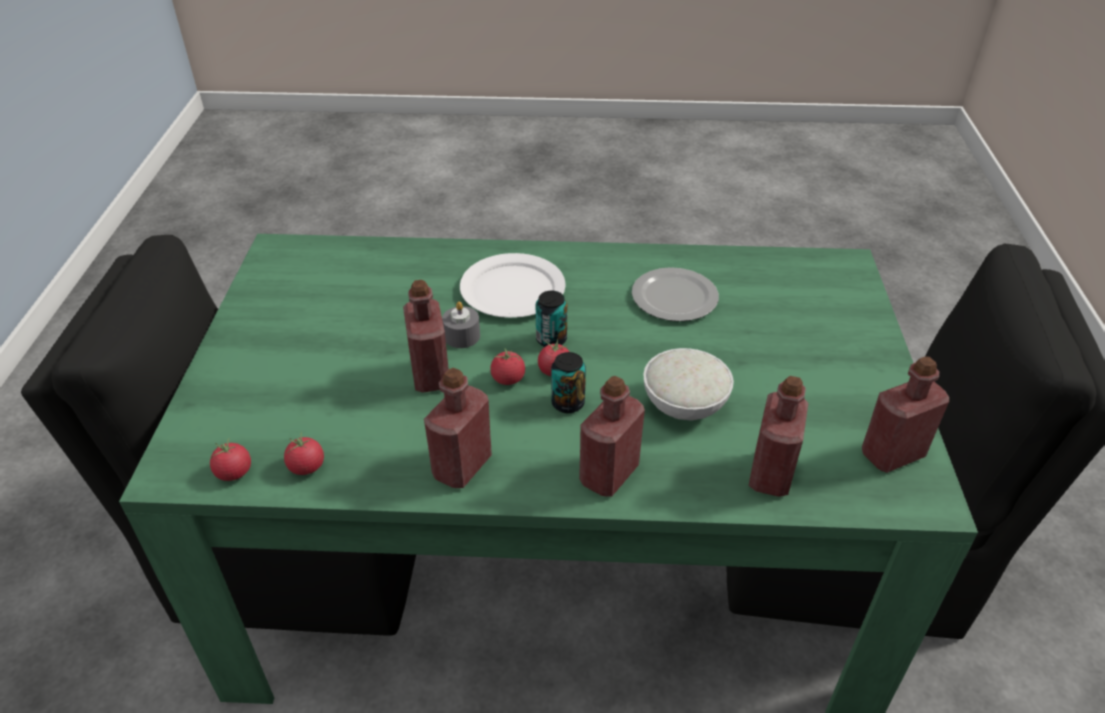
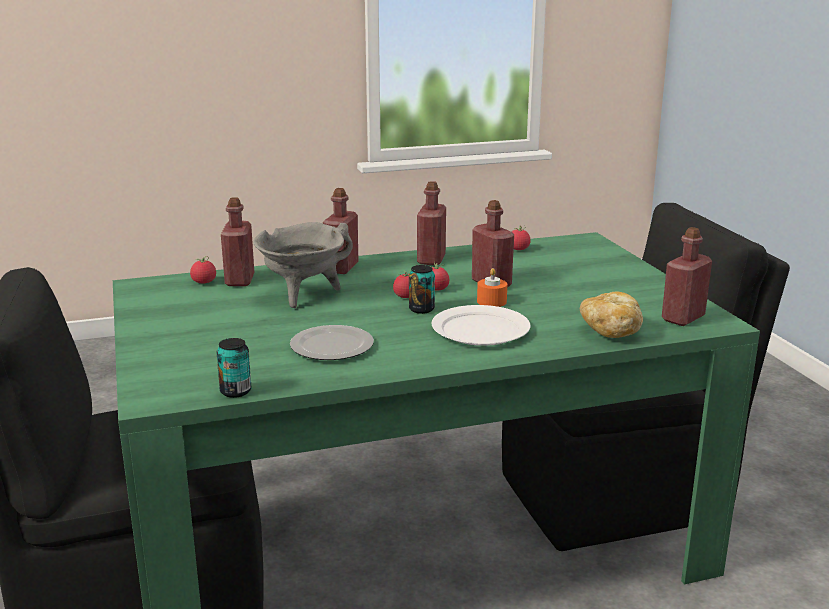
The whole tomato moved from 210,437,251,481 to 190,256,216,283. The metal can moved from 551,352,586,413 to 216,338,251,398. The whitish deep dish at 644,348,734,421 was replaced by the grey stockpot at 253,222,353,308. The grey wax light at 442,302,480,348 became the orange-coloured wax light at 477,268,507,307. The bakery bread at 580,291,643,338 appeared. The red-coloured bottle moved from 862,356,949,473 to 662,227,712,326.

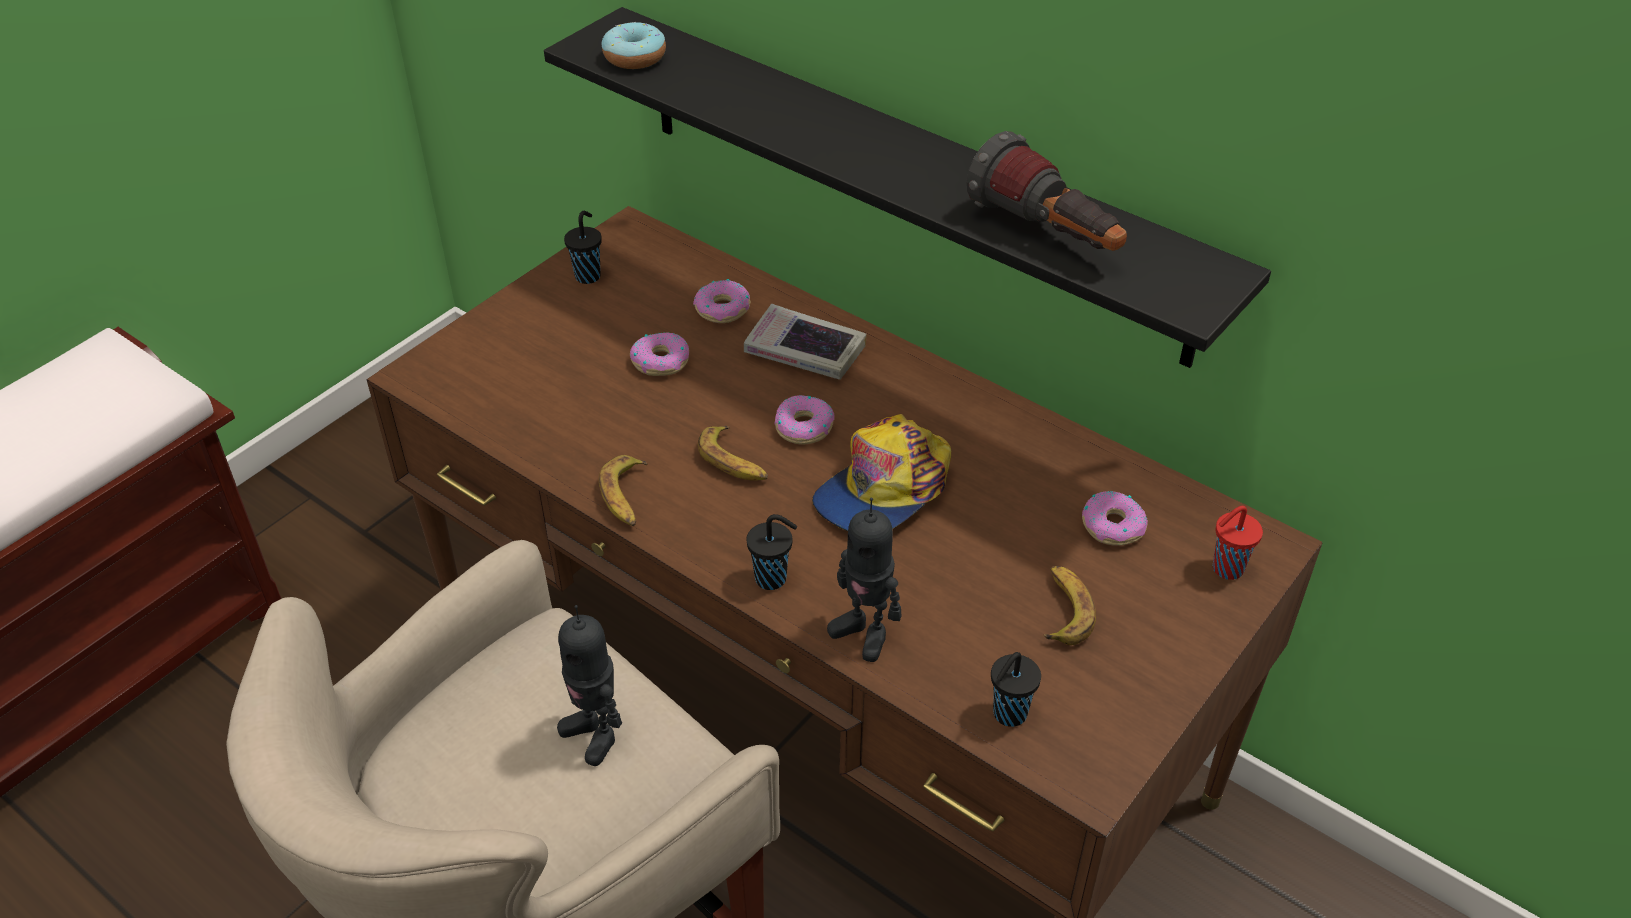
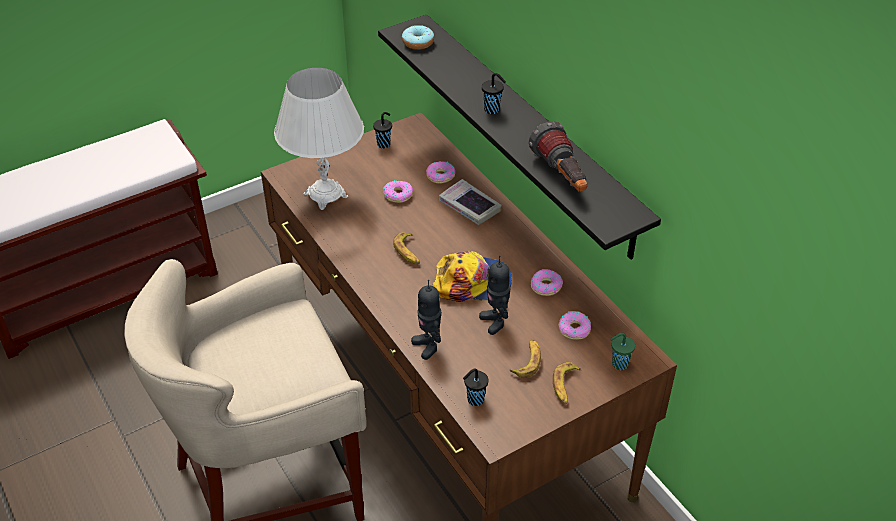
The whitish table lamp at 274,68,364,210 appeared. The cap at 812,414,951,531 turned 150 degrees counterclockwise. The robot figure moved from 557,605,622,766 to 479,256,510,335. The blackish small cup moved from 746,514,797,590 to 482,73,506,114. The doughnut moved from 774,395,835,444 to 531,269,563,296. The banana fruit moved from 599,455,648,526 to 553,362,582,405. The red-coloured small cup at 1213,506,1263,580 became the greenish small cup at 610,333,635,370.

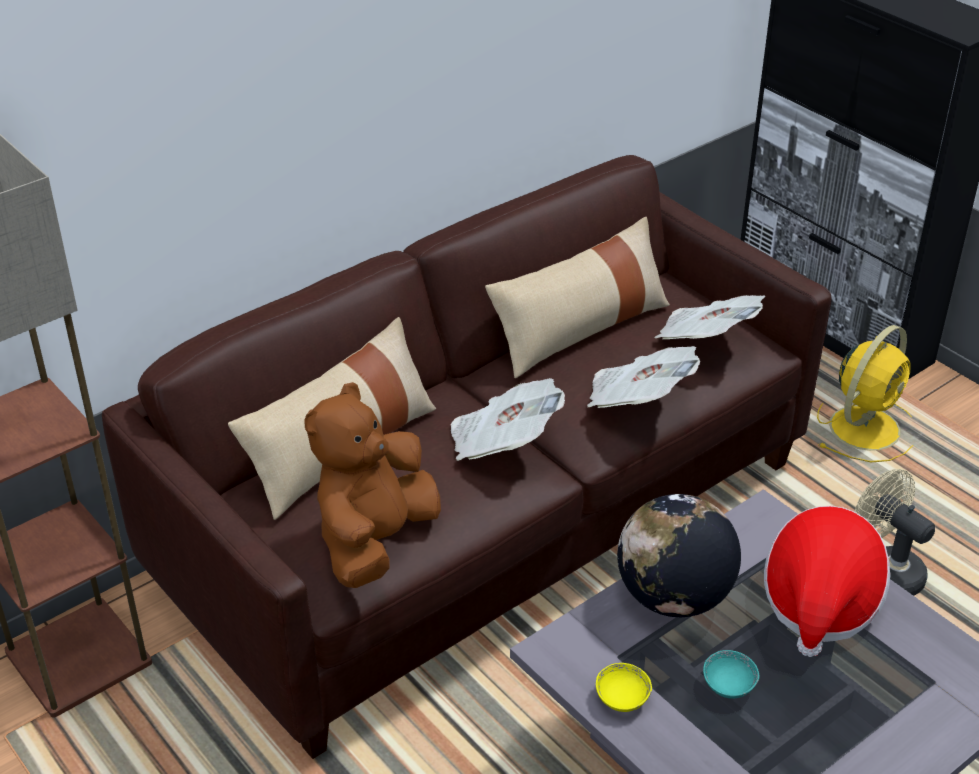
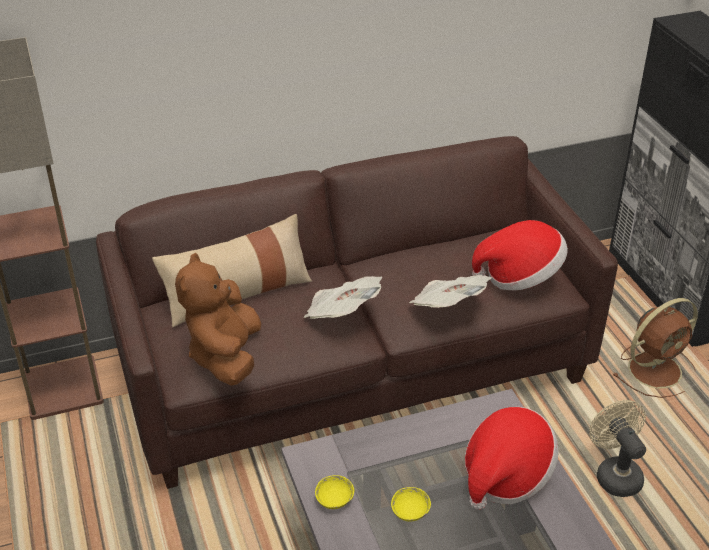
The brownish cuddly toy at 304,382,441,588 turned 45 degrees counterclockwise. The turquoise deep dish at 703,650,759,699 became the yellow-coloured deep dish at 391,487,431,522. The daily paper at 655,295,766,339 was replaced by the clothing hat at 472,220,568,291. The yellow-coloured cooling fan at 817,325,913,462 became the brownish cooling fan at 614,298,698,398. The beige cushion at 485,217,670,378 disappeared. The globe at 617,494,741,617 disappeared.

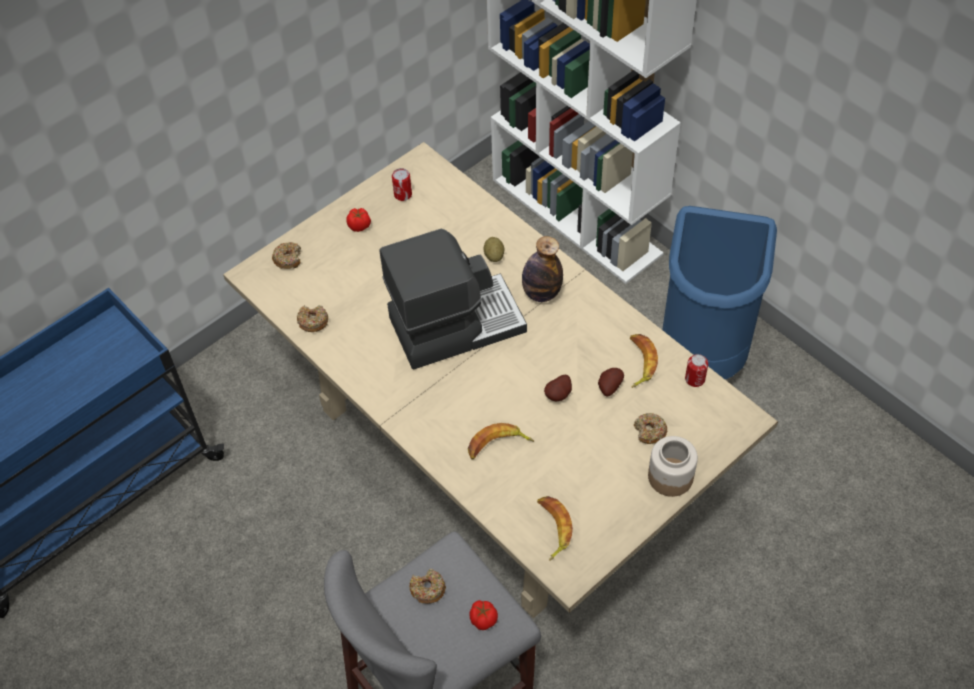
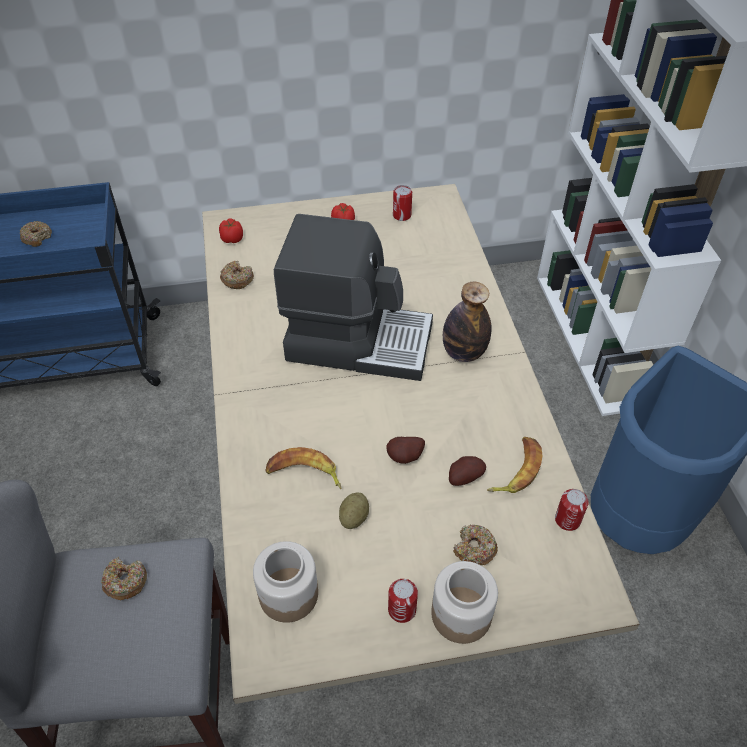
The doughnut moved from 272,242,301,269 to 20,221,52,247. The whole tomato moved from 469,600,498,630 to 219,218,243,243. The banana fruit at 537,496,573,561 was replaced by the storage jar at 253,541,318,623. The spud moved from 483,237,504,262 to 339,493,369,529. The metal can at 388,579,418,623 appeared.

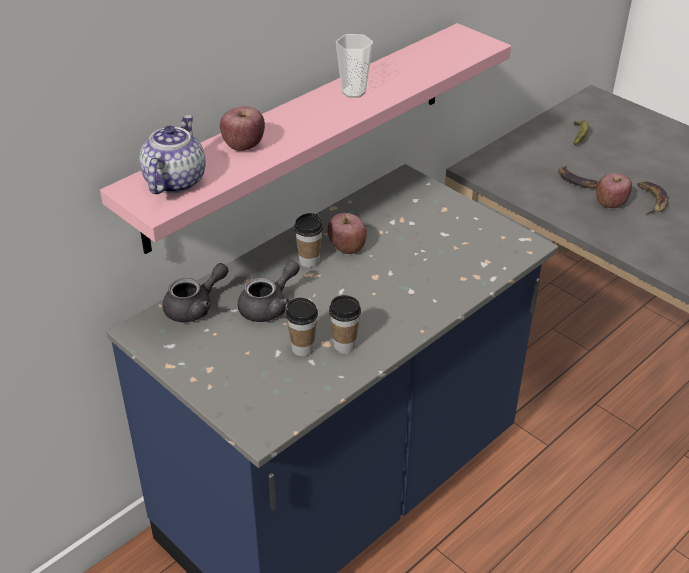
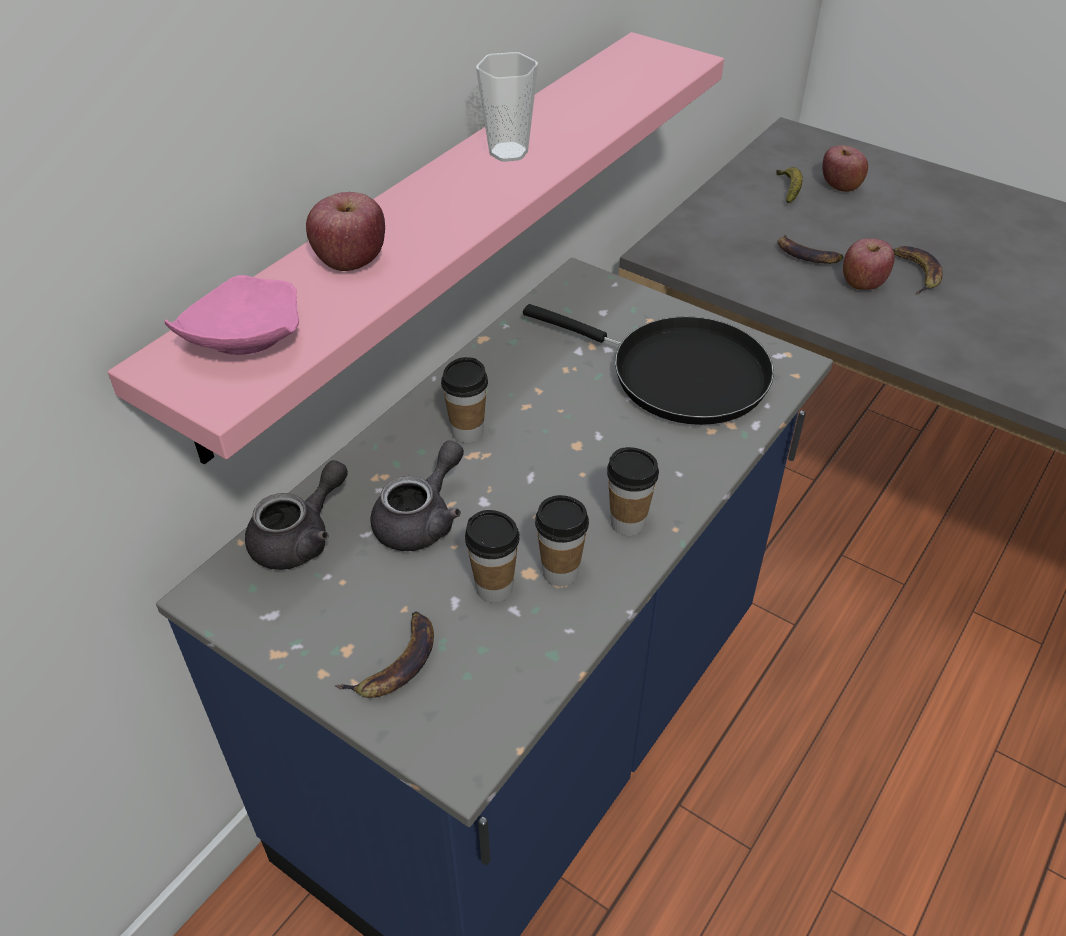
The pot for tea at 139,115,206,194 was replaced by the pink-coloured flat dish at 164,275,299,355. The banana fruit at 334,611,434,698 appeared. The blackish skillet at 523,304,774,425 appeared. The small cup at 607,447,659,536 appeared. The apple fruit moved from 328,213,367,254 to 822,145,868,192.

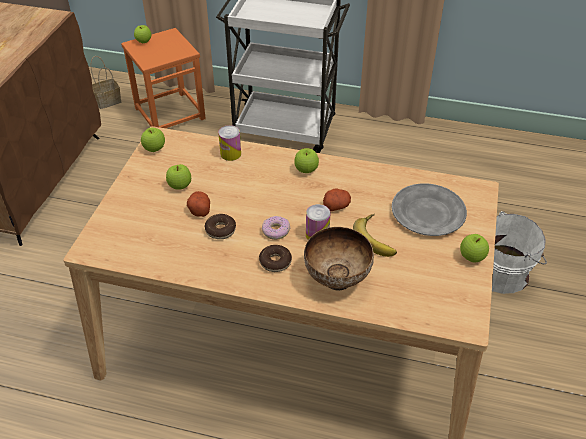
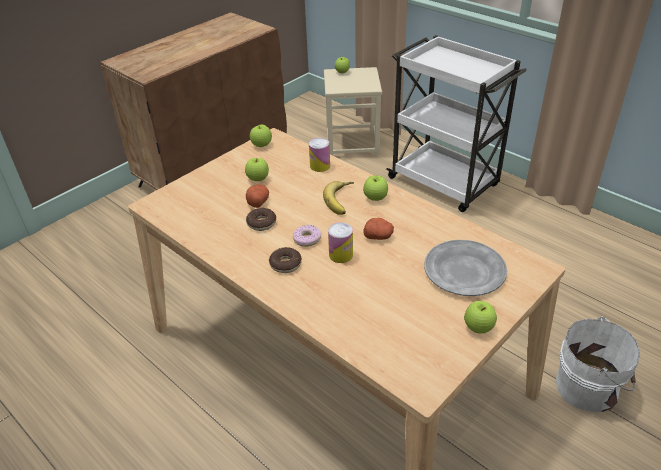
The banana fruit moved from 353,214,397,257 to 323,181,354,215. The orange-coloured stool at 121,28,206,128 became the beige stool at 324,67,382,156. The basket at 90,56,121,109 disappeared. The deep dish at 304,227,374,290 disappeared.

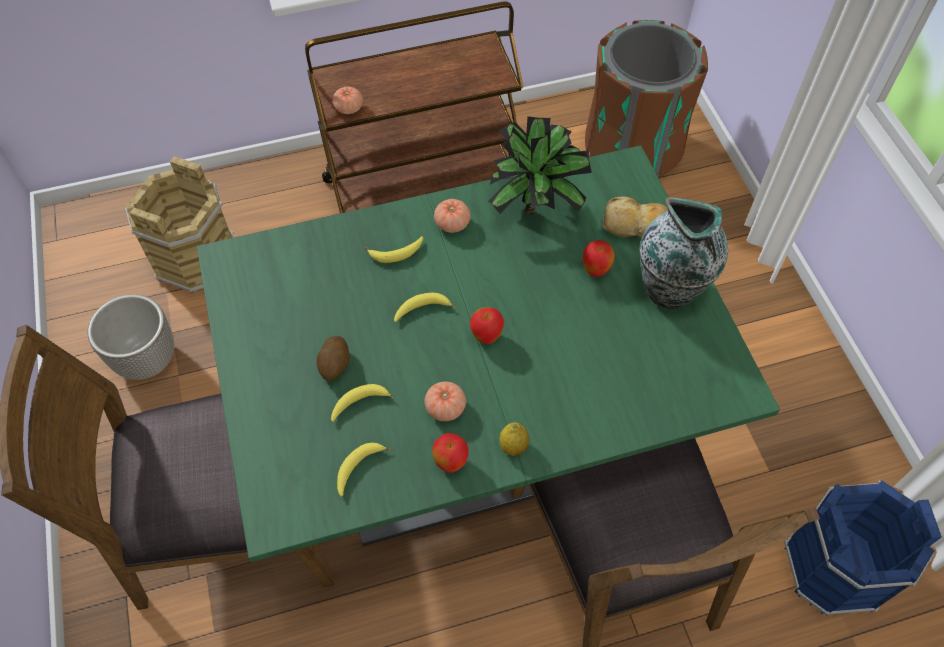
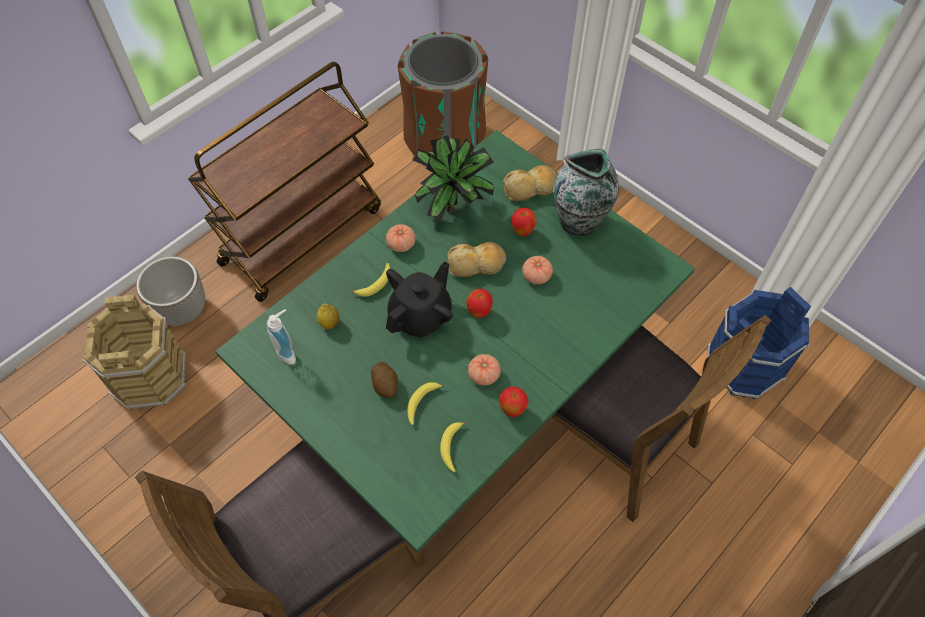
The planter moved from 88,294,174,380 to 136,256,205,326. The liquid soap bottle at 266,309,296,365 appeared. The lemon moved from 500,422,529,456 to 317,303,340,329. The banana fruit at 394,293,454,322 was replaced by the blackish pot for tea at 386,261,453,337. The bakery bread at 447,242,506,277 appeared. The whole tomato moved from 333,86,363,114 to 522,256,553,284.

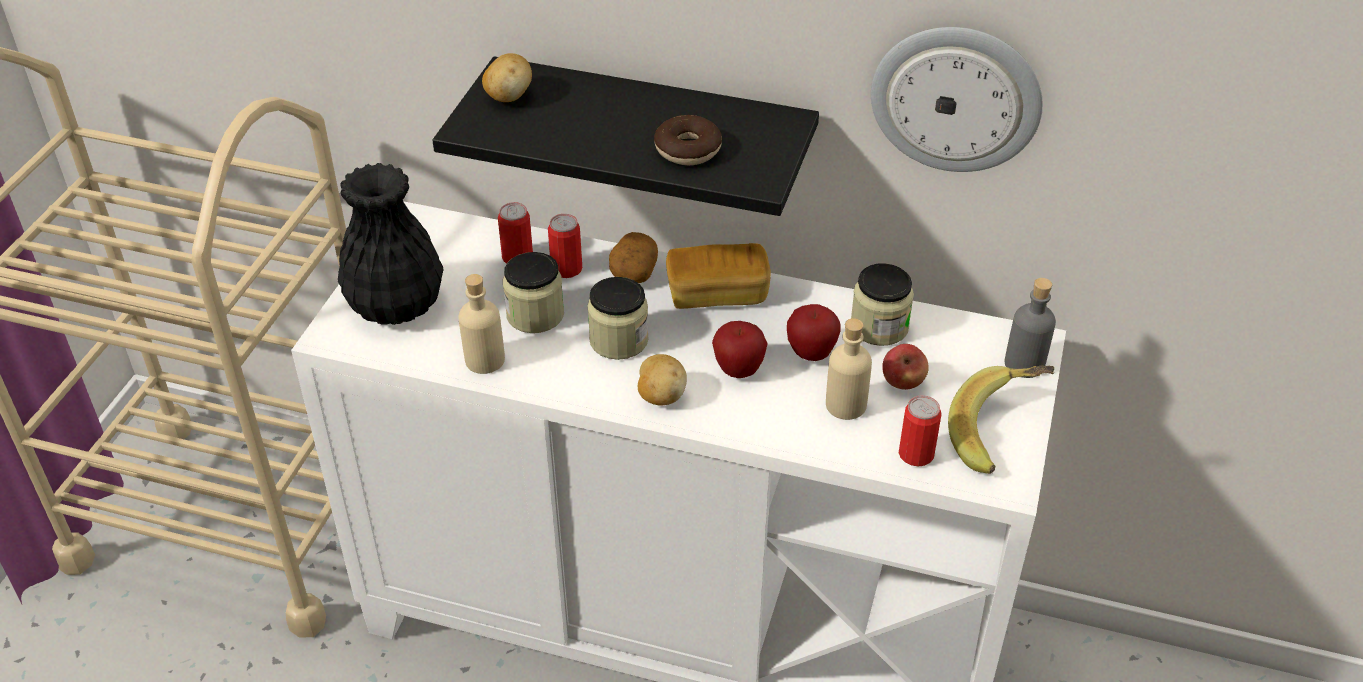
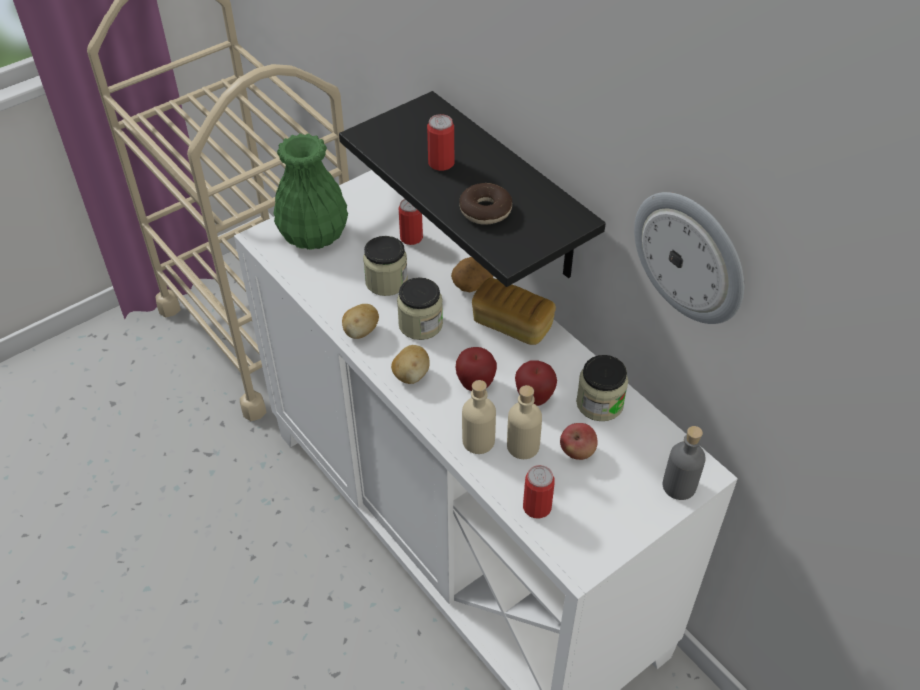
The blackish vase at 338,163,444,325 became the greenish vase at 274,133,348,250. The spud moved from 482,53,532,102 to 342,304,379,339. The metal can moved from 548,214,582,278 to 427,114,454,171. The beige bottle moved from 458,274,505,374 to 462,380,496,454. The banana fruit at 948,366,1054,474 disappeared.

